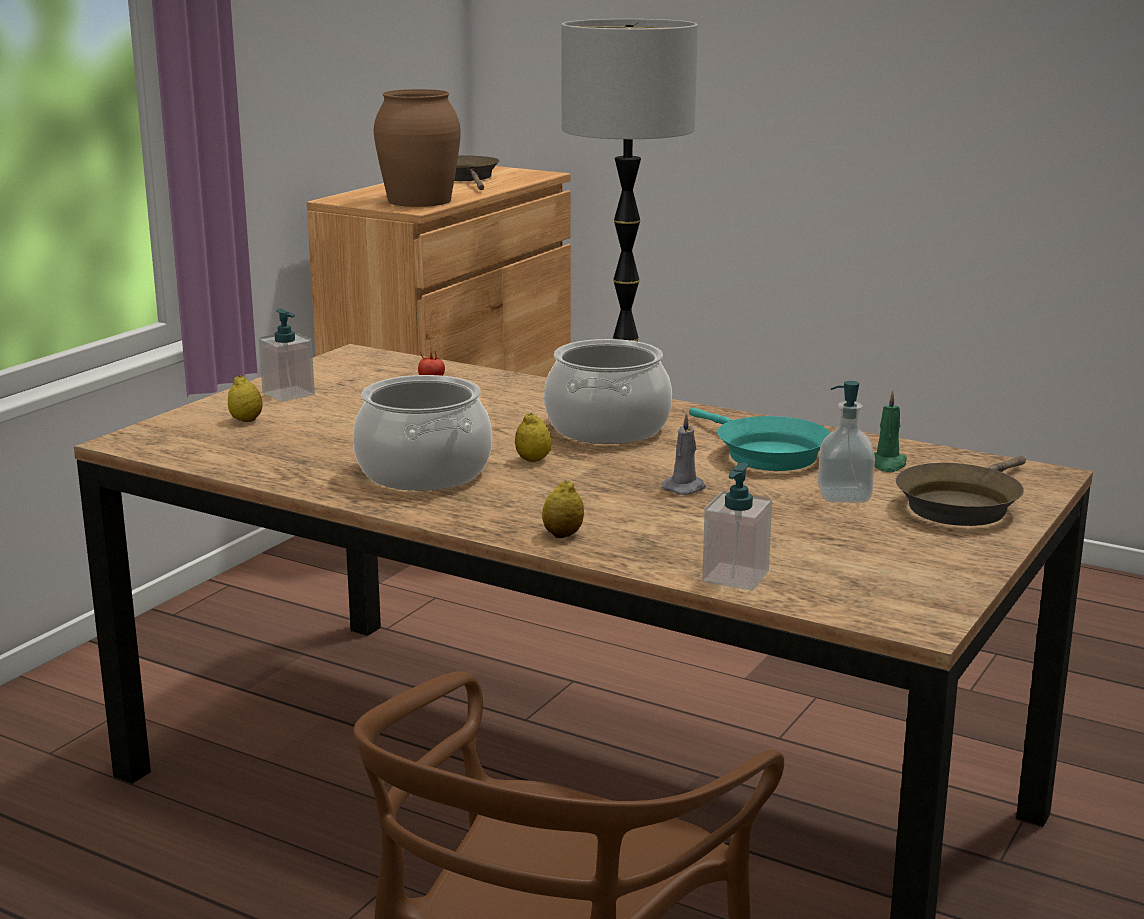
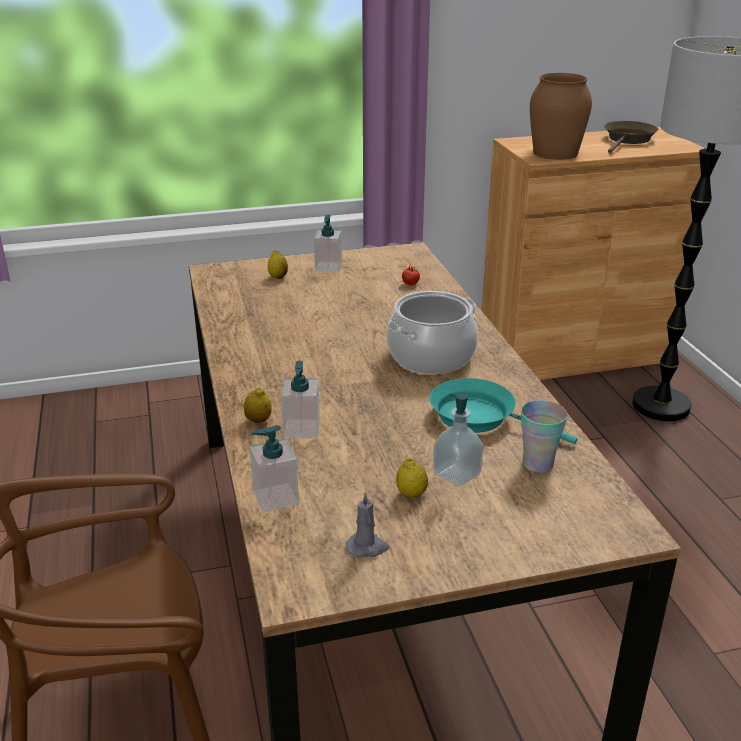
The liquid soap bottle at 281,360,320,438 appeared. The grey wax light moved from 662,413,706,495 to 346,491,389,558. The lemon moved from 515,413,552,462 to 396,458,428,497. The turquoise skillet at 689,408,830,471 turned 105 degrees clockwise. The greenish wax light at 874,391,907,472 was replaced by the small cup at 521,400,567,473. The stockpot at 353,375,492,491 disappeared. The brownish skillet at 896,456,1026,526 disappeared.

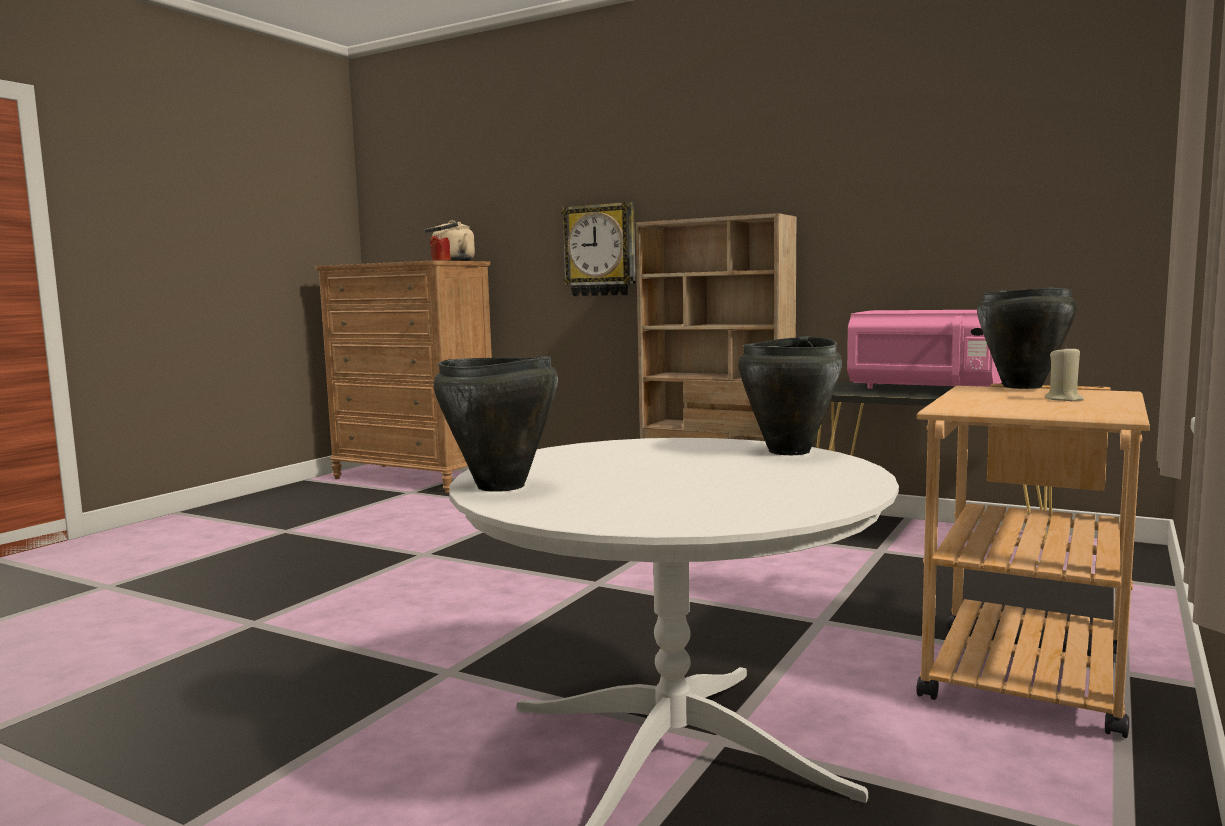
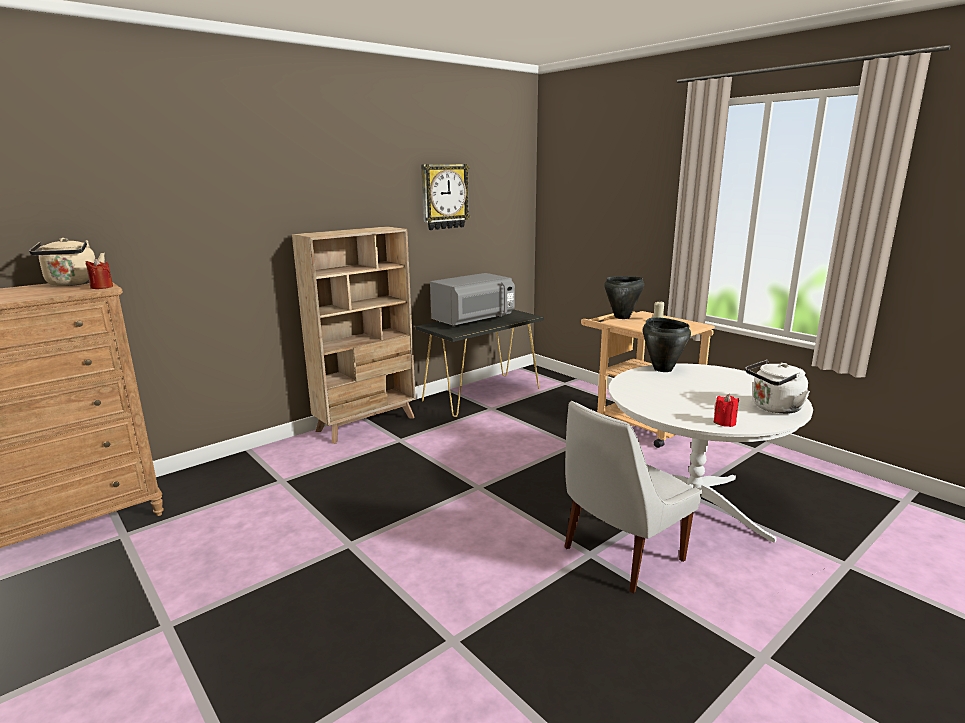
The clock on the wall moved from 561,202,636,296 to 421,164,470,230. The pink-coloured kitchen microwave at 847,310,1002,389 became the grey kitchen microwave at 430,273,515,327. The whitish plain chair at 564,401,702,593 appeared. The blackish stockpot at 434,356,558,492 was replaced by the red-coloured wax light at 713,394,739,427. The whitish tea kettle at 745,360,810,414 appeared.

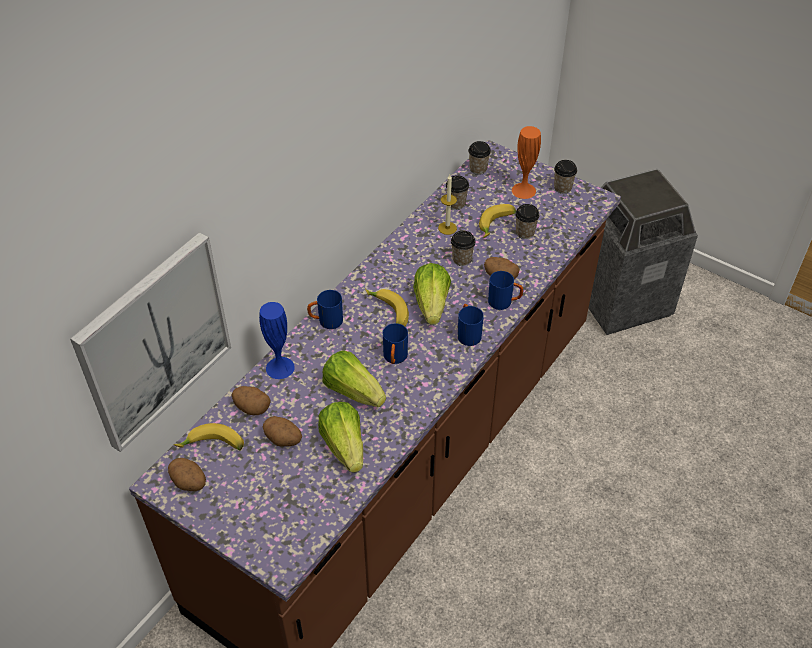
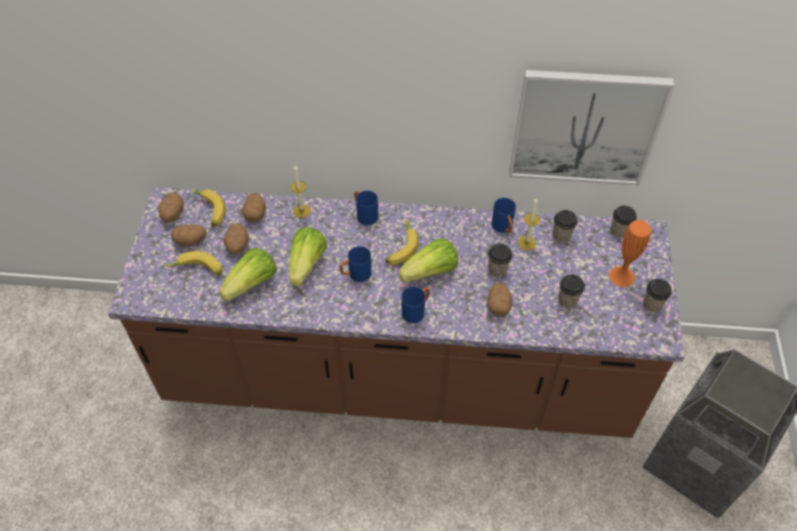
The banana fruit moved from 479,204,516,238 to 165,251,223,277. The spud at 171,225,207,247 appeared. The blue-coloured vase at 259,302,295,379 was replaced by the wax light at 291,165,311,218. The blue-coloured mug moved from 488,271,523,310 to 491,198,516,233. The wall picture moved from 70,232,231,452 to 509,70,674,185.

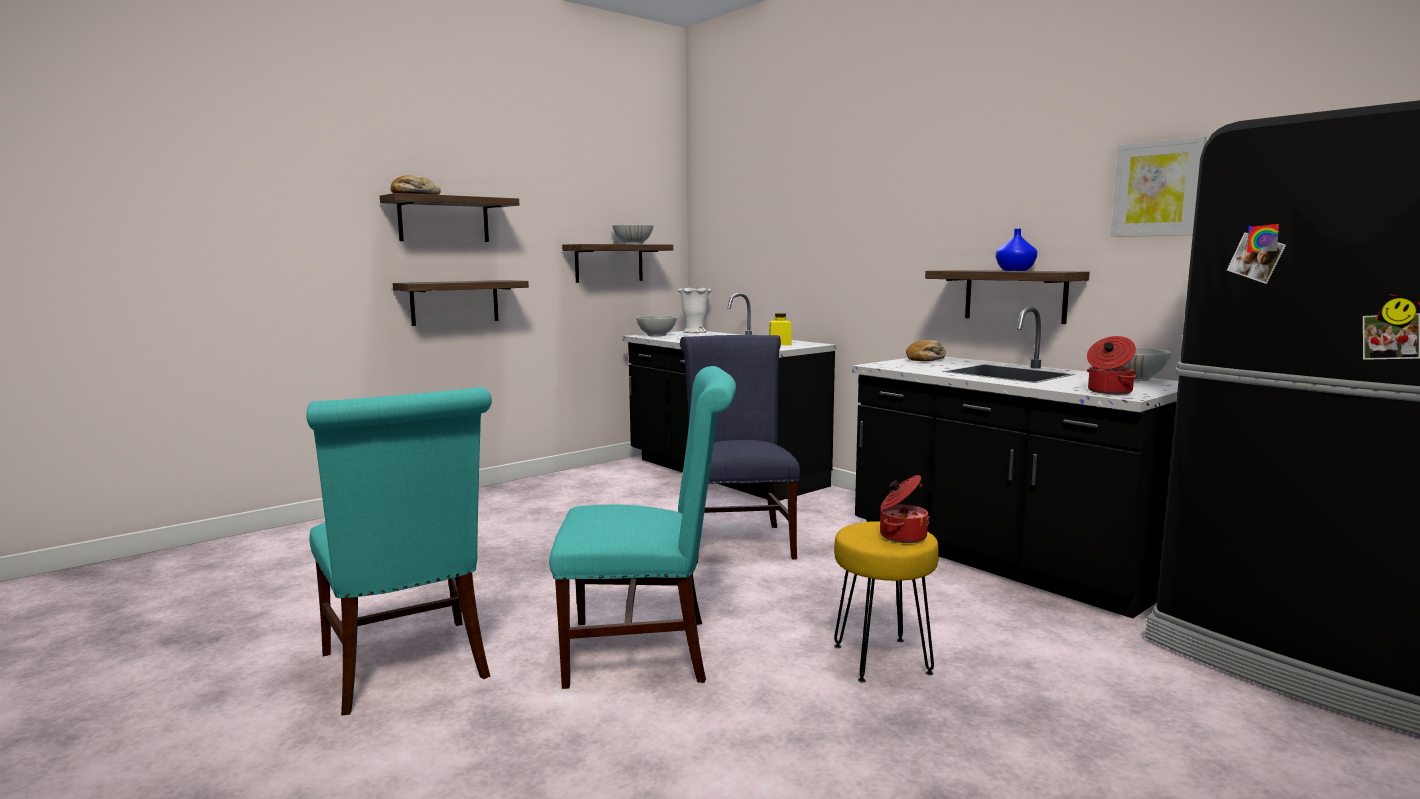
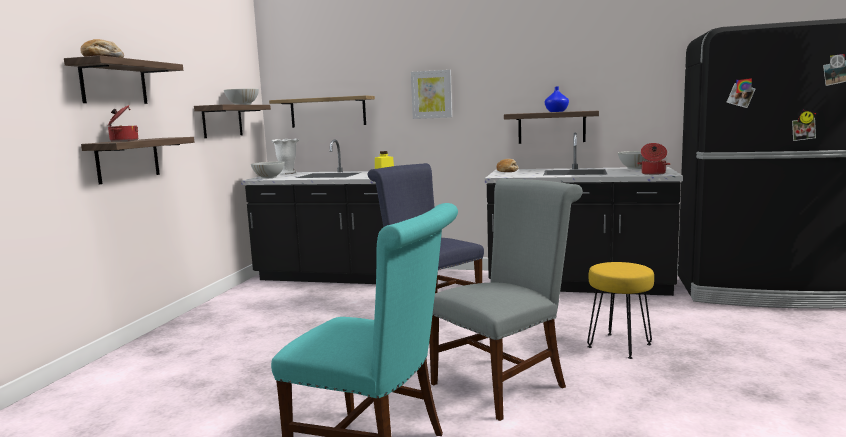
The stockpot moved from 880,475,930,543 to 108,105,138,142. The wall shelf at 269,95,375,128 appeared. The wall picture moved from 1111,136,1207,237 to 411,70,452,119. The turquoise plain chair at 549,366,736,689 became the grey plain chair at 429,178,583,421.

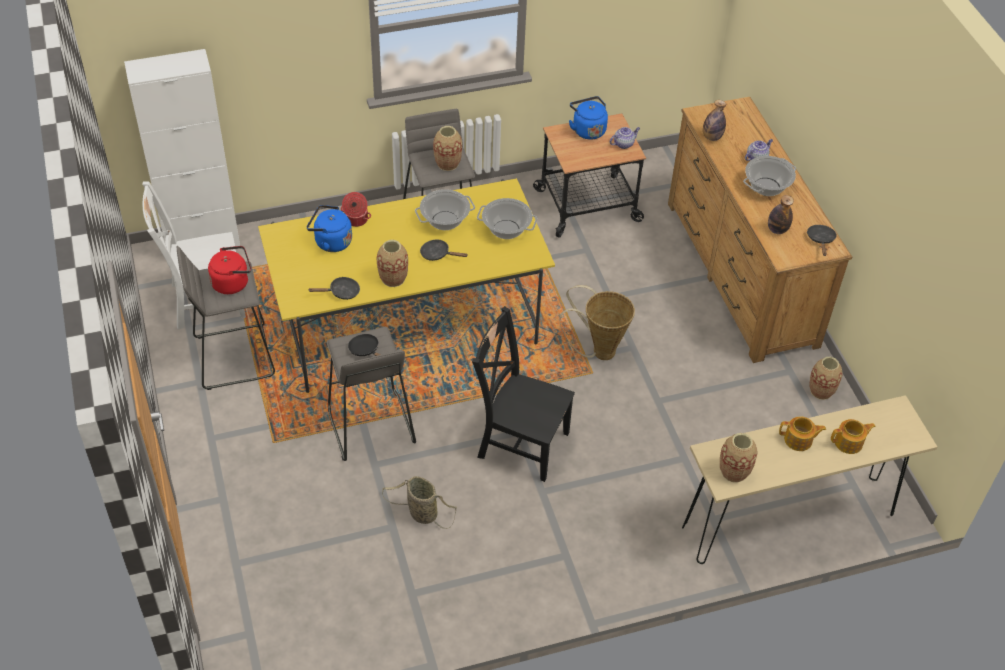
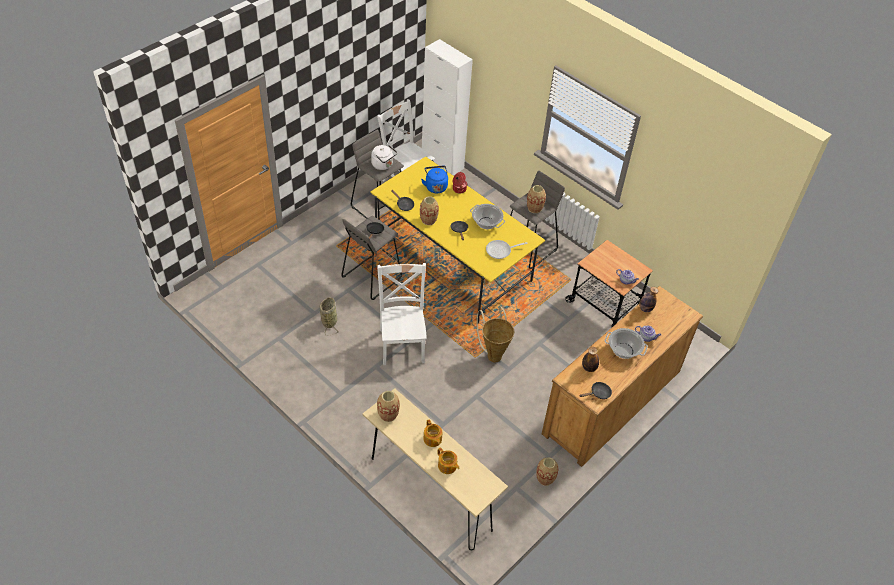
The red-coloured tea kettle at 208,246,251,294 became the whitish tea kettle at 371,145,397,170. The blackish plain chair at 472,306,575,482 became the whitish plain chair at 377,263,427,365. The stockpot at 477,198,537,239 was replaced by the skillet at 486,240,527,259. The blue-coloured tea kettle at 569,96,608,140 disappeared.

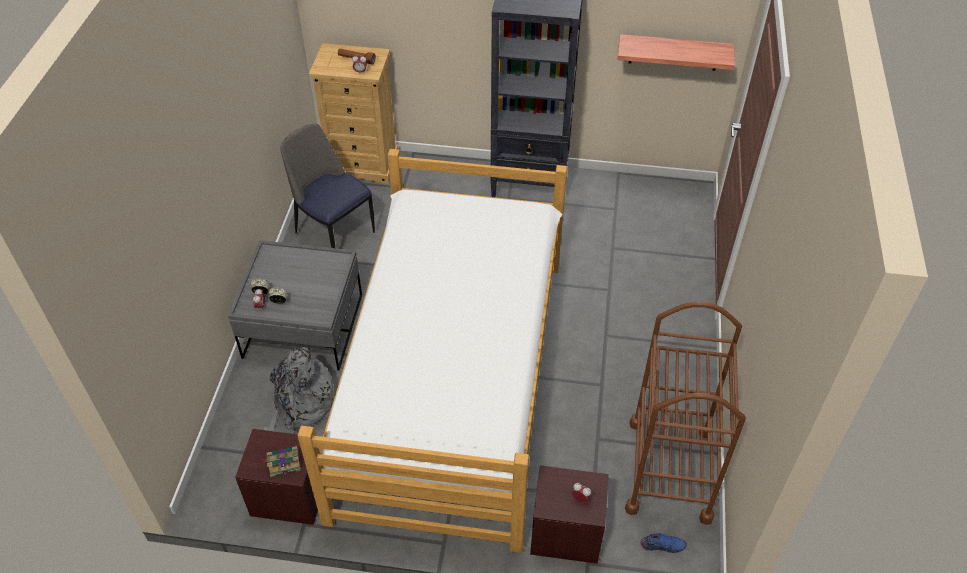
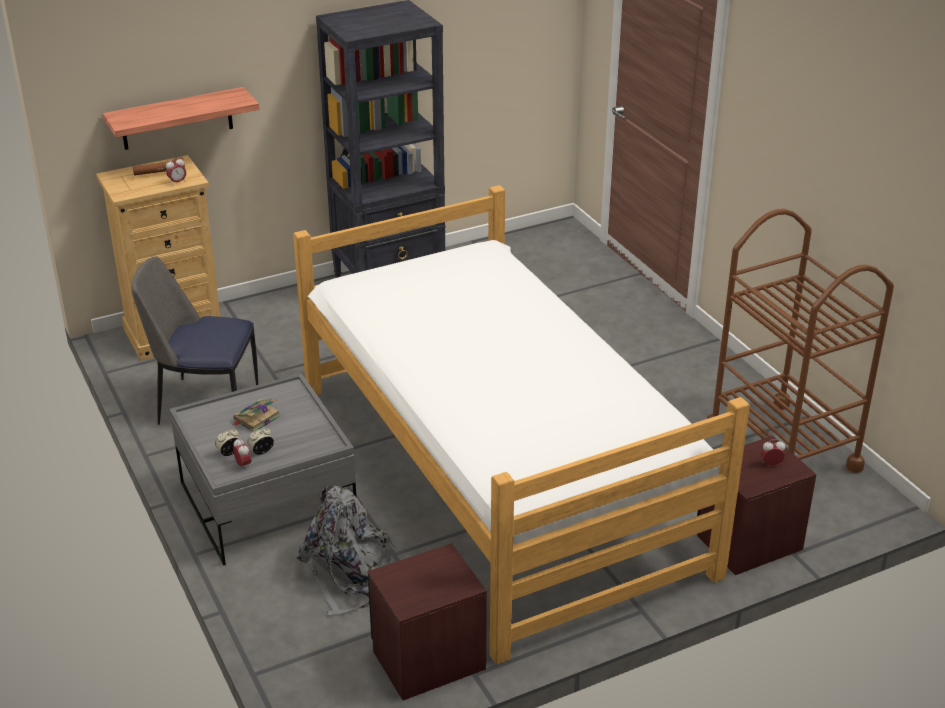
The wall shelf moved from 617,34,735,71 to 103,87,259,150. The bound book moved from 263,446,301,477 to 232,399,281,432. The blue-coloured low shoe at 640,533,687,553 disappeared.

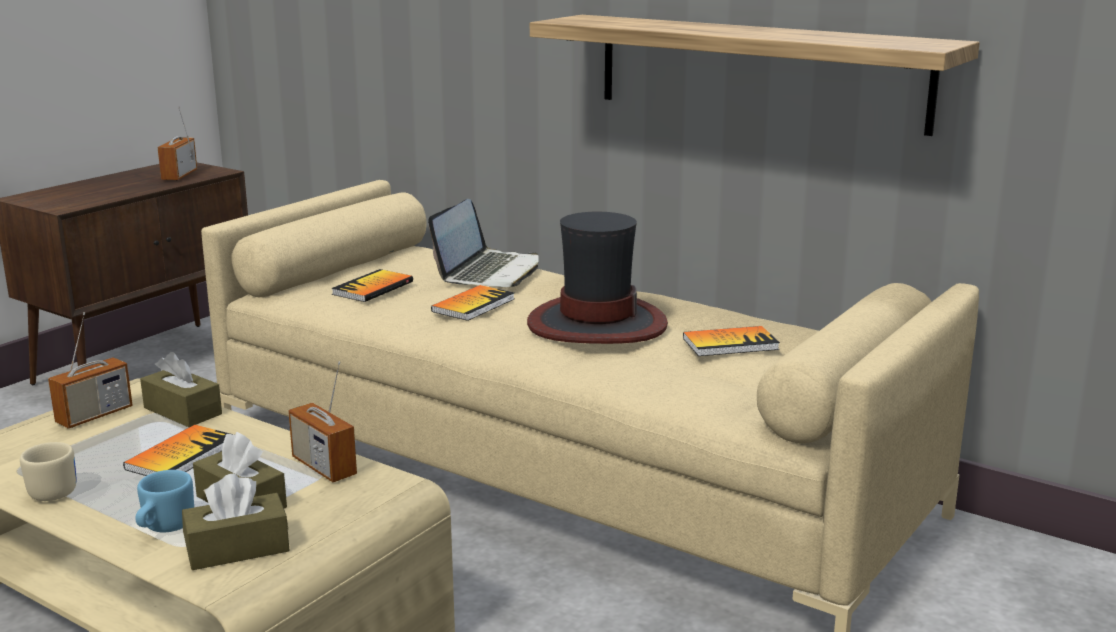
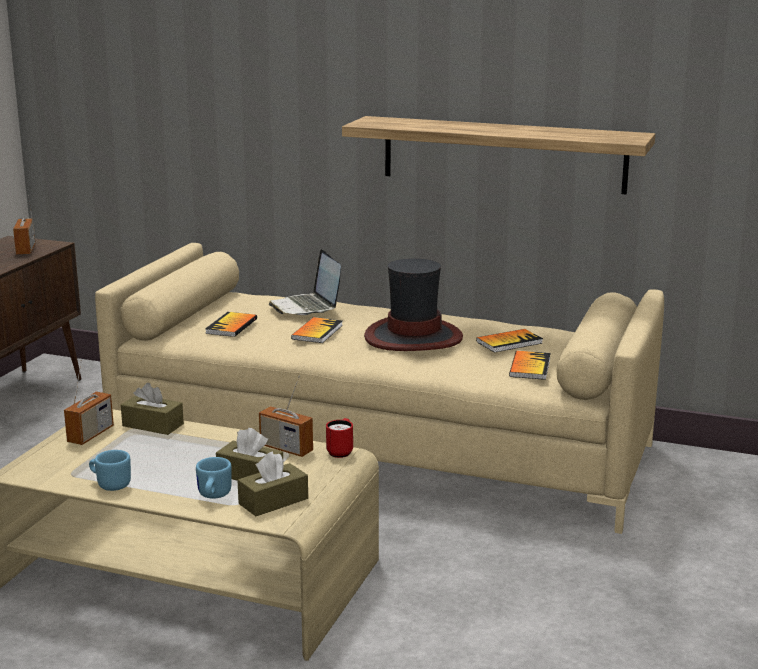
The beige mug at 20,442,77,501 became the blue-coloured mug at 89,450,131,491. The laptop at 428,199,539,287 turned 150 degrees clockwise. The red-coloured mug at 326,418,353,458 appeared. The bound book moved from 123,425,234,476 to 509,351,551,380.

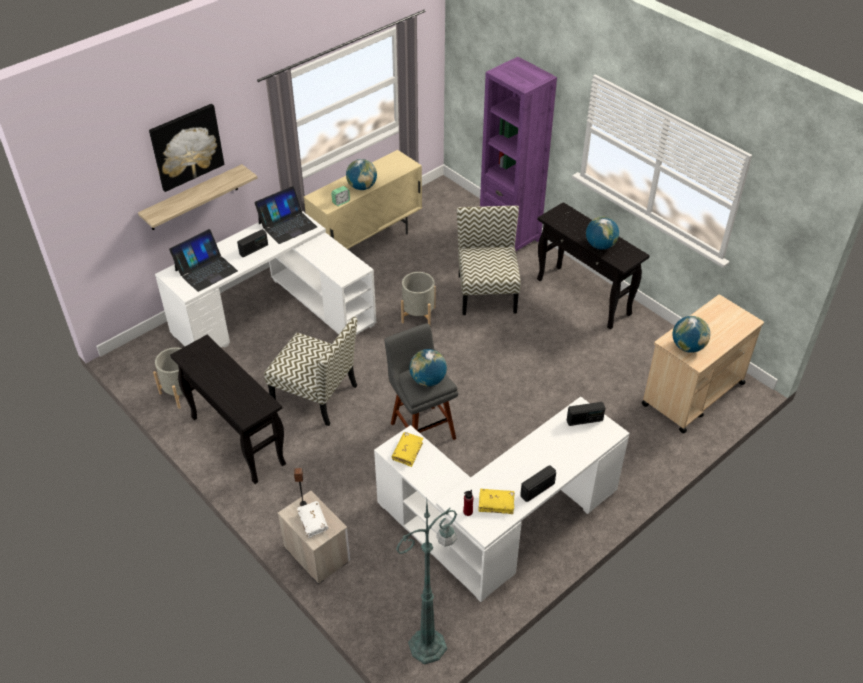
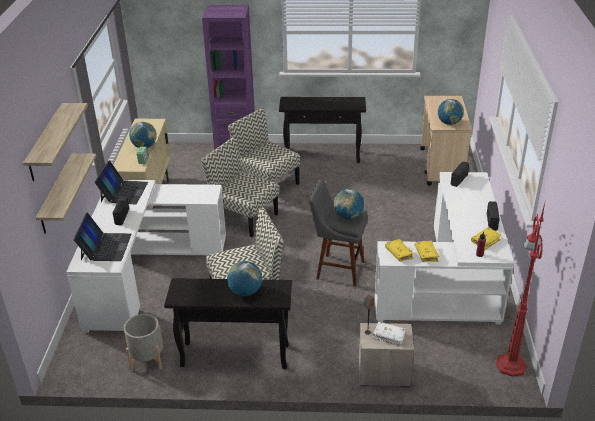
The wall picture at 149,104,224,192 was replaced by the wall shelf at 23,103,88,181. The grey planter at 401,272,436,326 was replaced by the plain chair at 201,137,279,237. The globe moved from 586,217,619,250 to 227,261,262,296. The yellow-coloured bound book at 415,241,440,262 appeared. The greenish floor lamp at 396,501,457,665 became the red-coloured floor lamp at 496,203,545,377.

